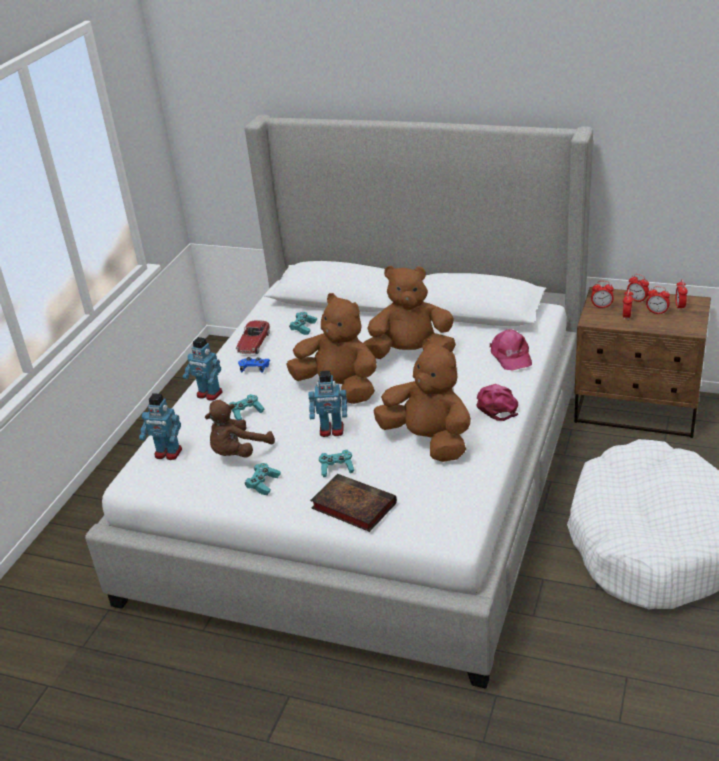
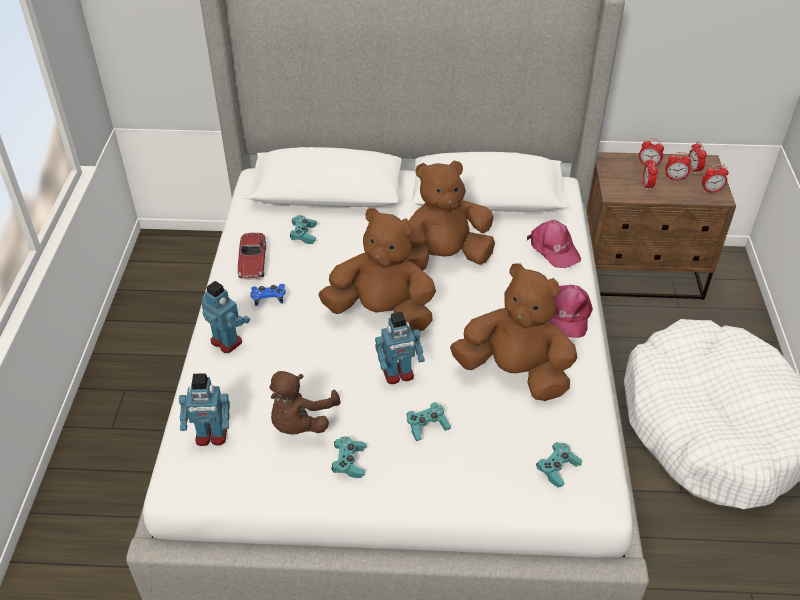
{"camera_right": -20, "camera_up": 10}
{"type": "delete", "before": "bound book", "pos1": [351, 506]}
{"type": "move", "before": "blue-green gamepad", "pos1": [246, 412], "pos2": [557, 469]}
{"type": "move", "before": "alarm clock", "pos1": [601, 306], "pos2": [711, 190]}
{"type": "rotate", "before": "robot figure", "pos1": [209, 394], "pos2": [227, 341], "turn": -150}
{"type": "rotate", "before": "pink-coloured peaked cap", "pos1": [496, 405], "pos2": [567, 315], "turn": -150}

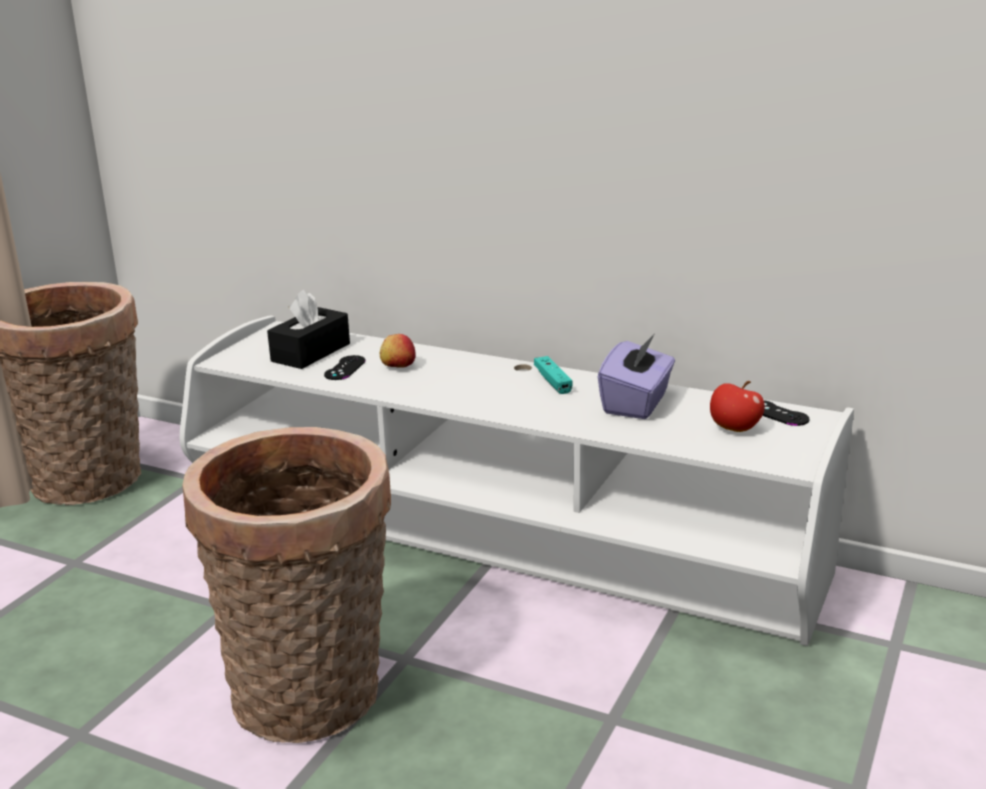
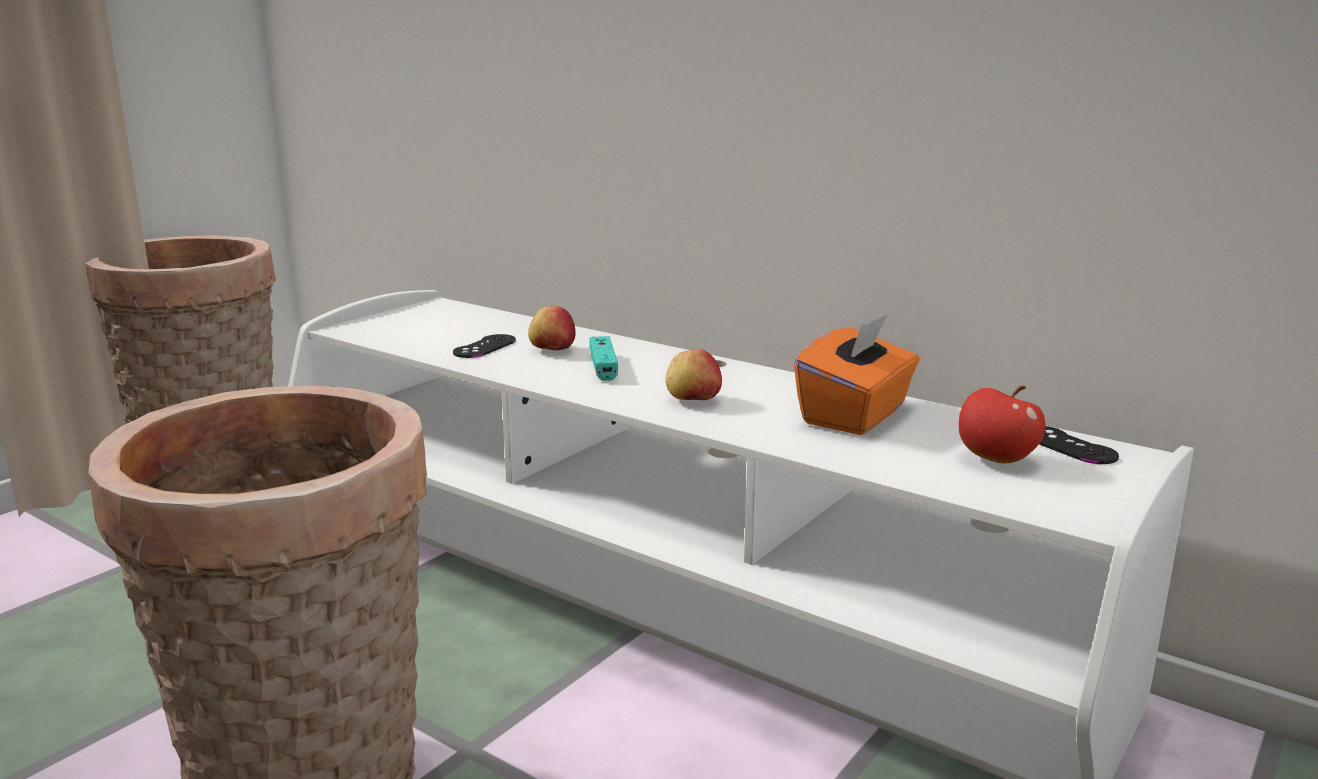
{"camera_right": 10, "camera_up": -5}
{"type": "delete", "before": "blackish tissue box", "pos1": [311, 352]}
{"type": "insert", "after": "apple", "pos2": [693, 400]}
{"type": "move", "before": "blue-green gamepad", "pos1": [552, 381], "pos2": [603, 367]}
{"type": "recolor", "before": "purple tissue box", "after": "orangey tissue box", "pos1": [636, 403], "pos2": [856, 415]}

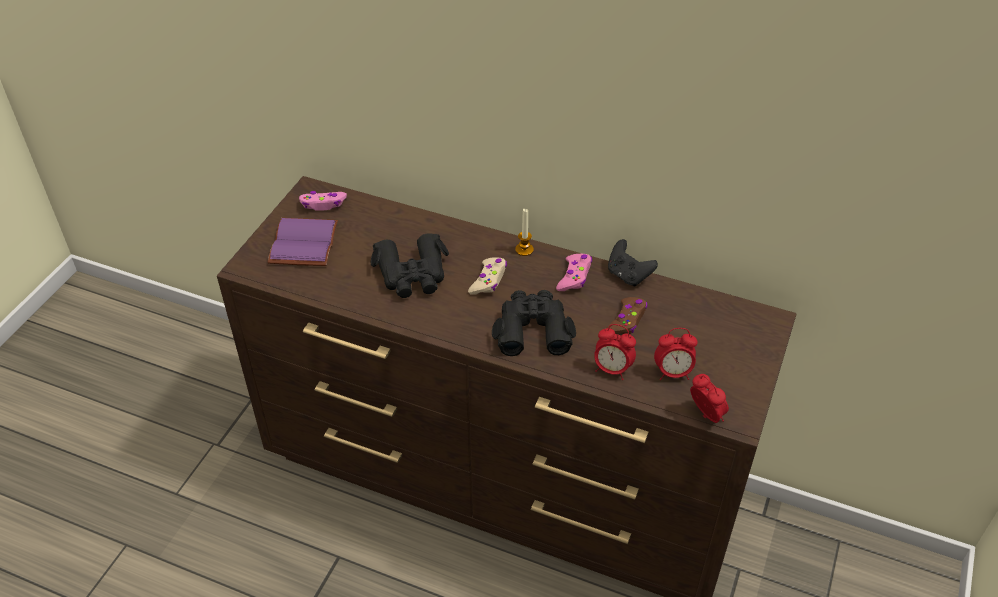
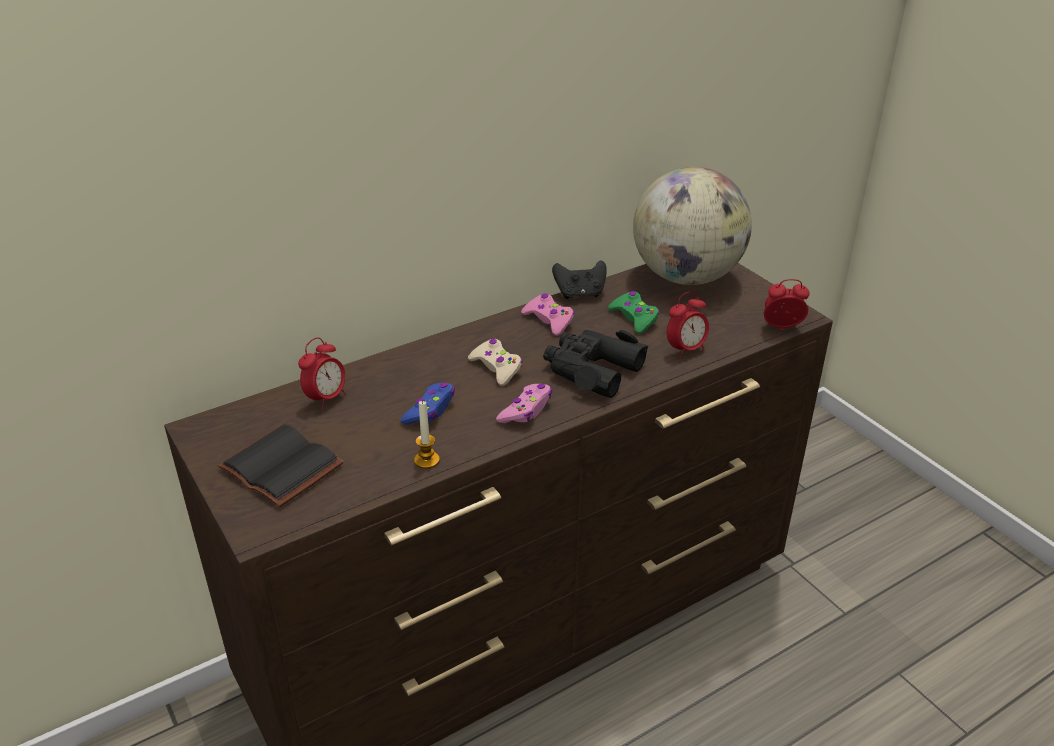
{"camera_right": -55, "camera_up": -10}
{"type": "insert", "after": "desk globe", "pos2": [686, 277]}
{"type": "move", "before": "pink-coloured gamepad", "pos1": [323, 204], "pos2": [526, 410]}
{"type": "move", "before": "candle", "pos1": [524, 250], "pos2": [426, 460]}
{"type": "move", "before": "alarm clock", "pos1": [673, 373], "pos2": [326, 398]}
{"type": "replace", "before": "blackish binoculars", "after": "blue-coloured gamepad", "pos1": [412, 274], "pos2": [430, 410]}
{"type": "recolor", "before": "purple bound book", "after": "blackish bound book", "pos1": [302, 242], "pos2": [278, 468]}
{"type": "recolor", "before": "brown gamepad", "after": "green gamepad", "pos1": [626, 321], "pos2": [634, 318]}

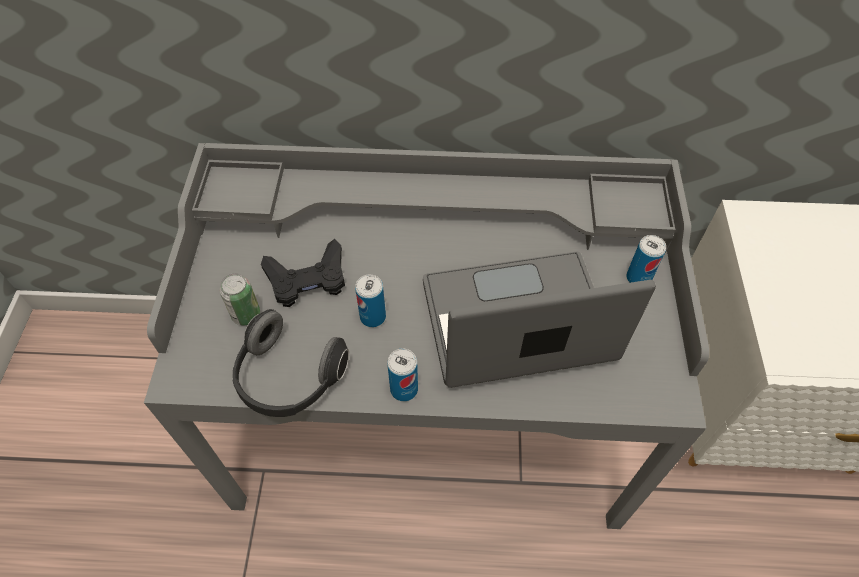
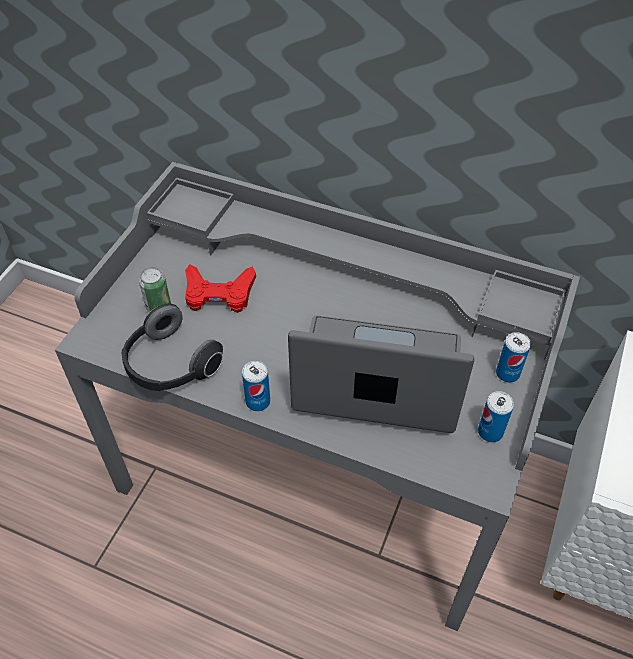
{"camera_right": 20, "camera_up": -5}
{"type": "move", "before": "can", "pos1": [373, 317], "pos2": [490, 432]}
{"type": "recolor", "before": "blackish gamepad", "after": "reddish gamepad", "pos1": [307, 279], "pos2": [219, 293]}

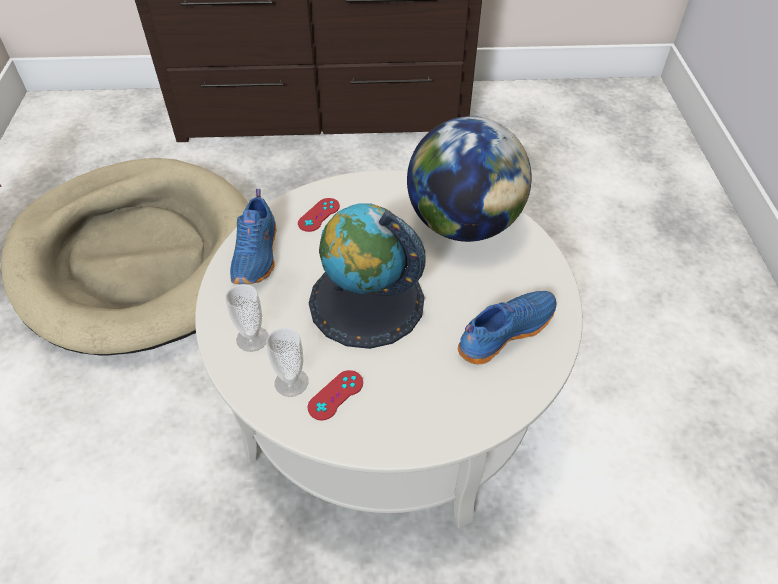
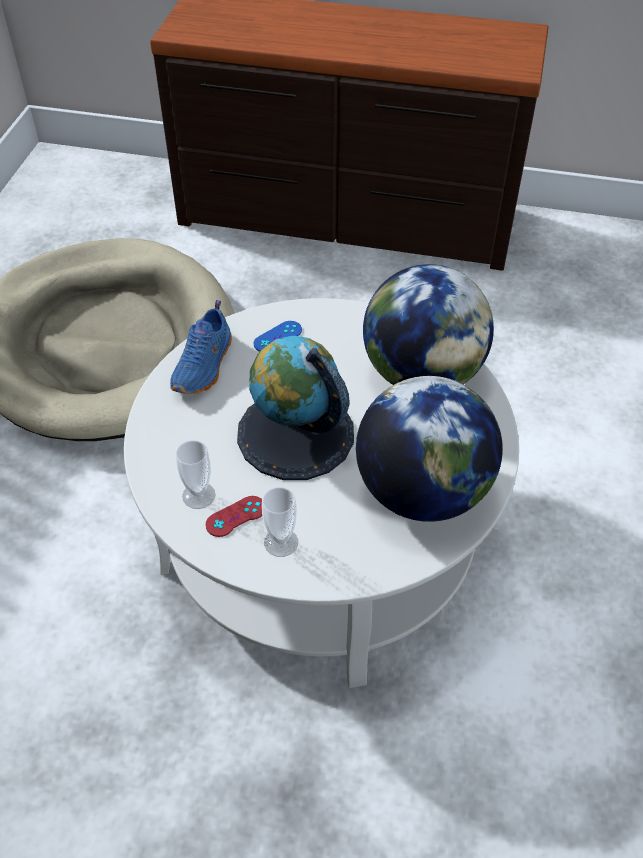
{"camera_right": 15, "camera_up": 0}
{"type": "move", "before": "drinking cup", "pos1": [252, 338], "pos2": [281, 542]}
{"type": "replace", "before": "blue-coloured shoe", "after": "desk globe", "pos1": [504, 331], "pos2": [422, 492]}
{"type": "recolor", "before": "reddish gamepad", "after": "blue-coloured gamepad", "pos1": [319, 215], "pos2": [278, 337]}

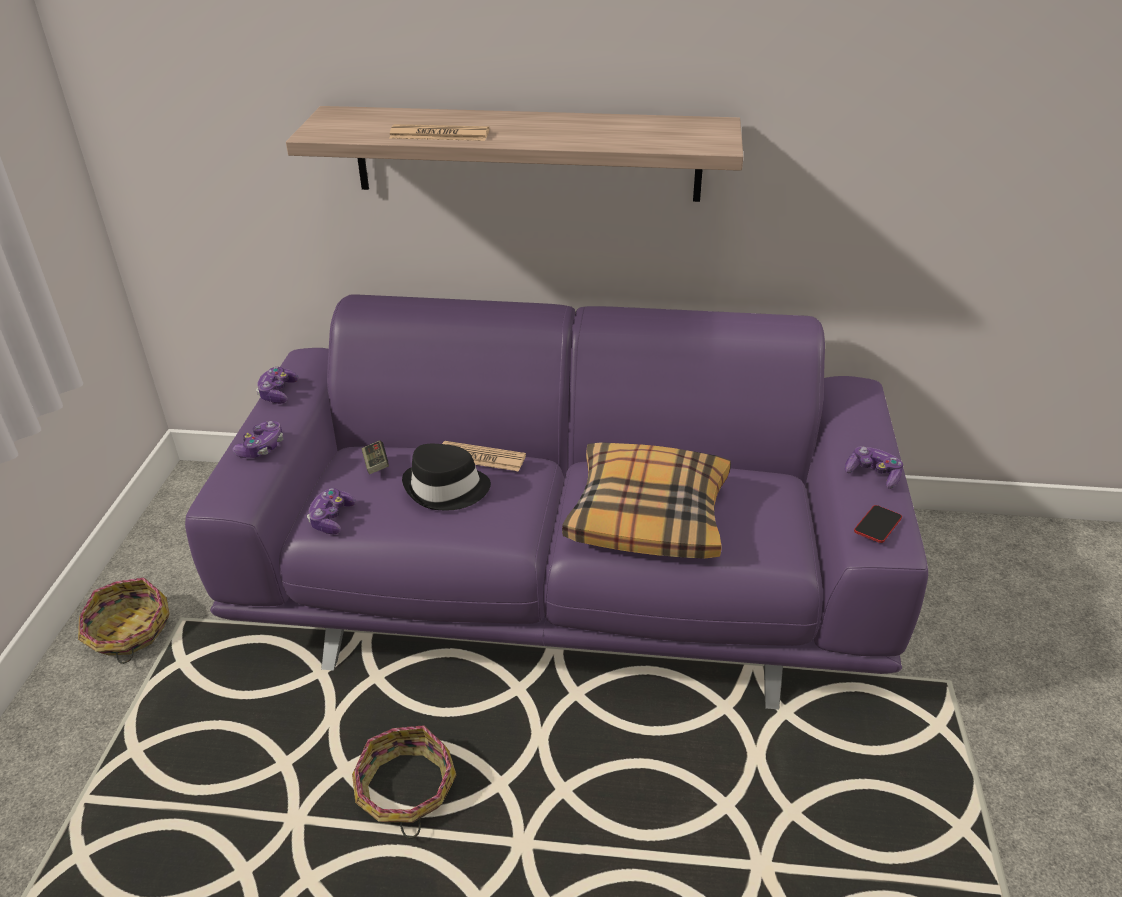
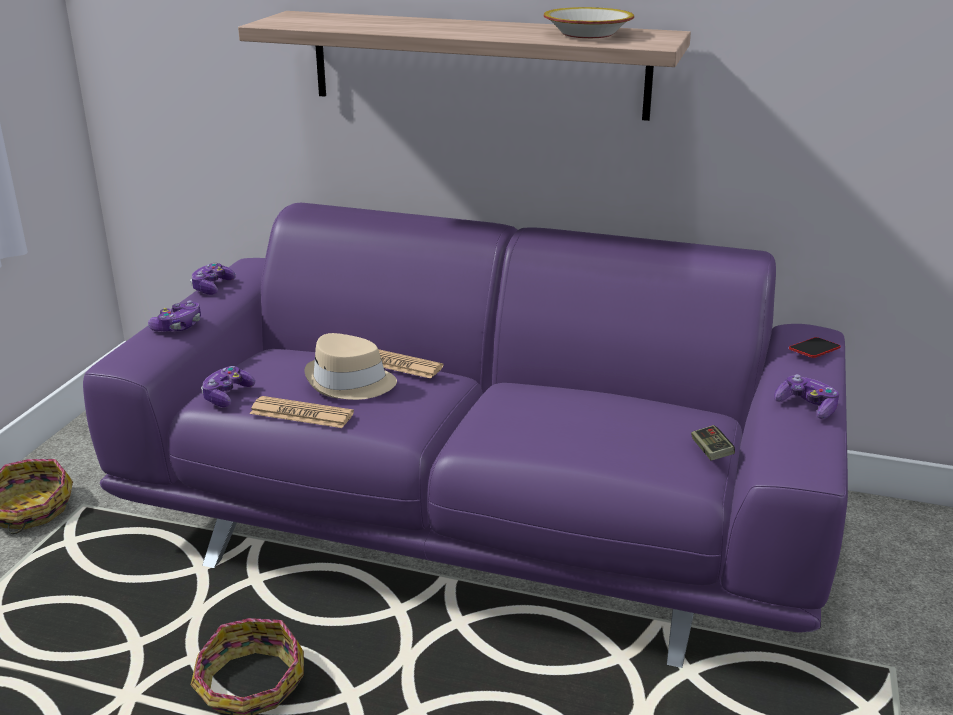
{"camera_right": 10, "camera_up": -10}
{"type": "delete", "before": "pillow", "pos1": [648, 514]}
{"type": "insert", "after": "deep dish", "pos2": [588, 34]}
{"type": "move", "before": "gamepad", "pos1": [376, 464], "pos2": [711, 452]}
{"type": "move", "before": "daily paper", "pos1": [439, 134], "pos2": [301, 414]}
{"type": "move", "before": "phone", "pos1": [877, 527], "pos2": [814, 351]}
{"type": "recolor", "before": "blackish hat", "after": "beige hat", "pos1": [446, 489], "pos2": [350, 383]}

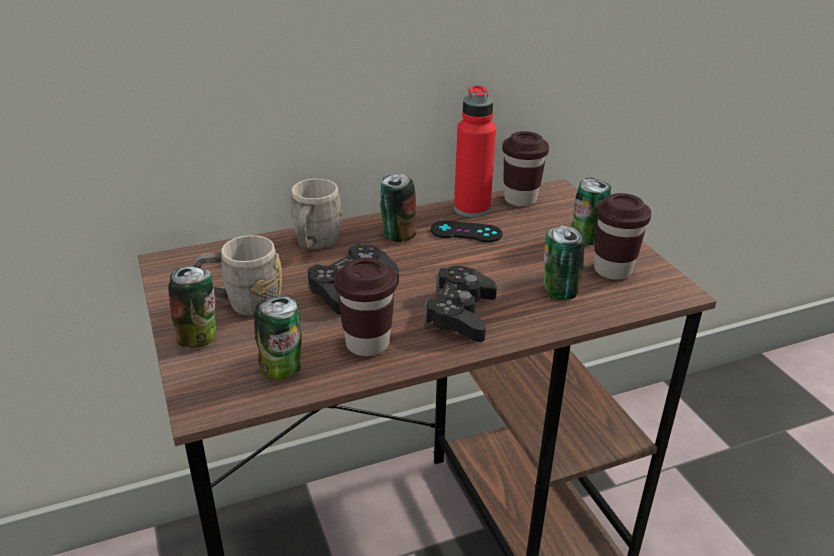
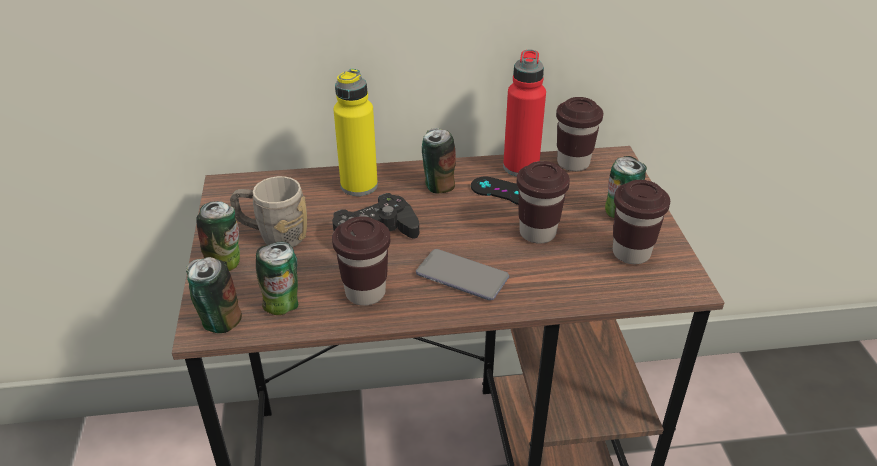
{"camera_right": 15, "camera_up": 5}
{"type": "insert", "after": "brown drinking cup", "pos2": [537, 233]}
{"type": "move", "before": "can", "pos1": [559, 292], "pos2": [219, 322]}
{"type": "replace", "before": "gray coffee mug", "after": "yellow-coloured bottle", "pos1": [315, 245], "pos2": [359, 186]}
{"type": "replace", "before": "blackish gamepad", "after": "phone", "pos1": [460, 313], "pos2": [462, 276]}

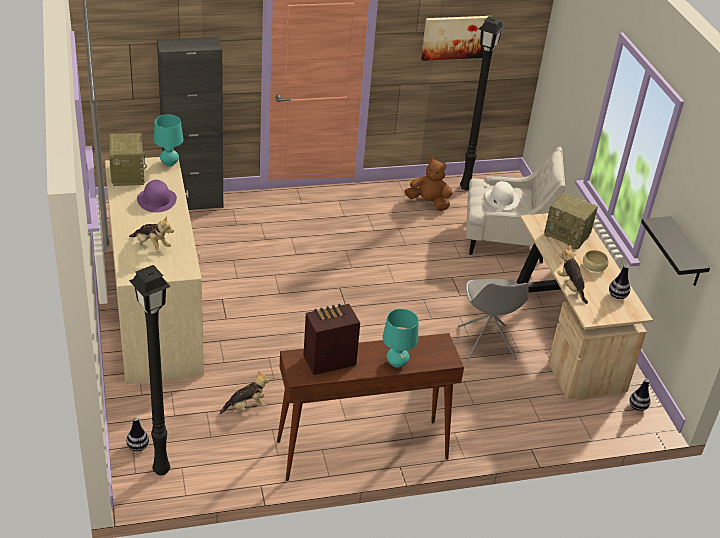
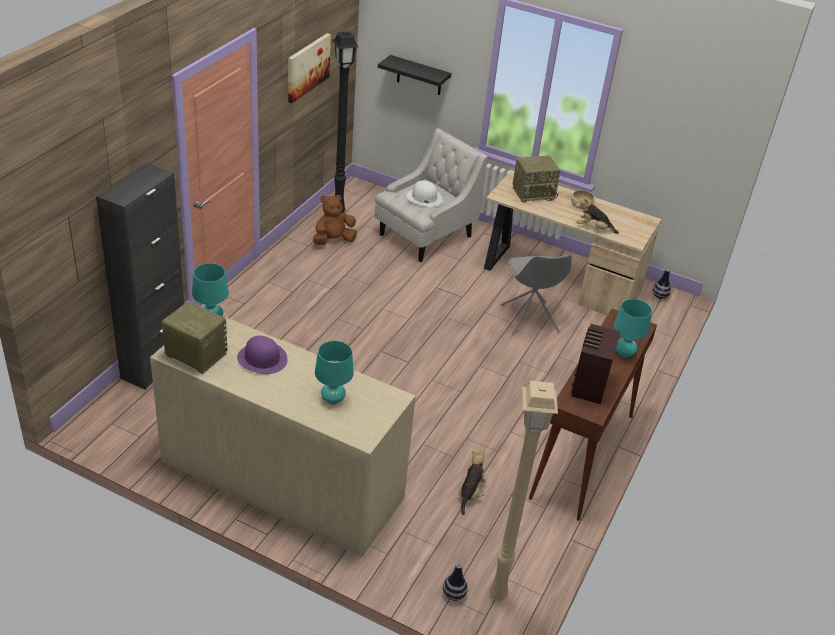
{"camera_right": -50, "camera_up": 0}
{"type": "delete", "before": "flower vase", "pos1": [617, 296]}
{"type": "move", "before": "blackish shelf", "pos1": [686, 254], "pos2": [419, 76]}
{"type": "replace", "before": "soft toy", "after": "blue-green tabletop lamp", "pos1": [152, 246], "pos2": [333, 400]}
{"type": "recolor", "before": "blackish standing lamp", "after": "beige standing lamp", "pos1": [160, 470], "pos2": [496, 595]}
{"type": "rotate", "before": "gray upright chair", "pos1": [486, 344], "pos2": [529, 319], "turn": 45}

